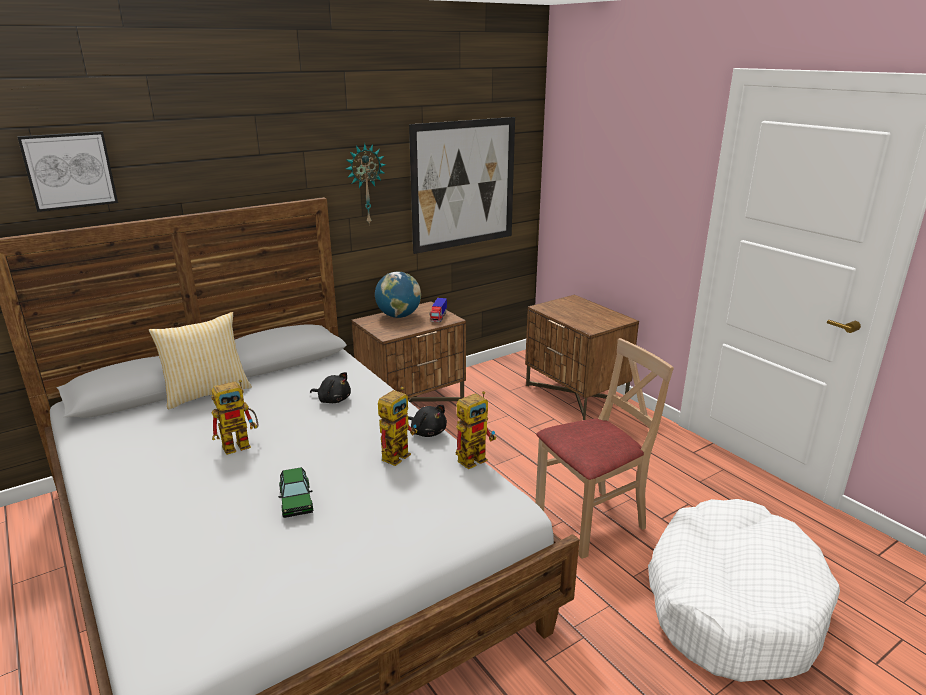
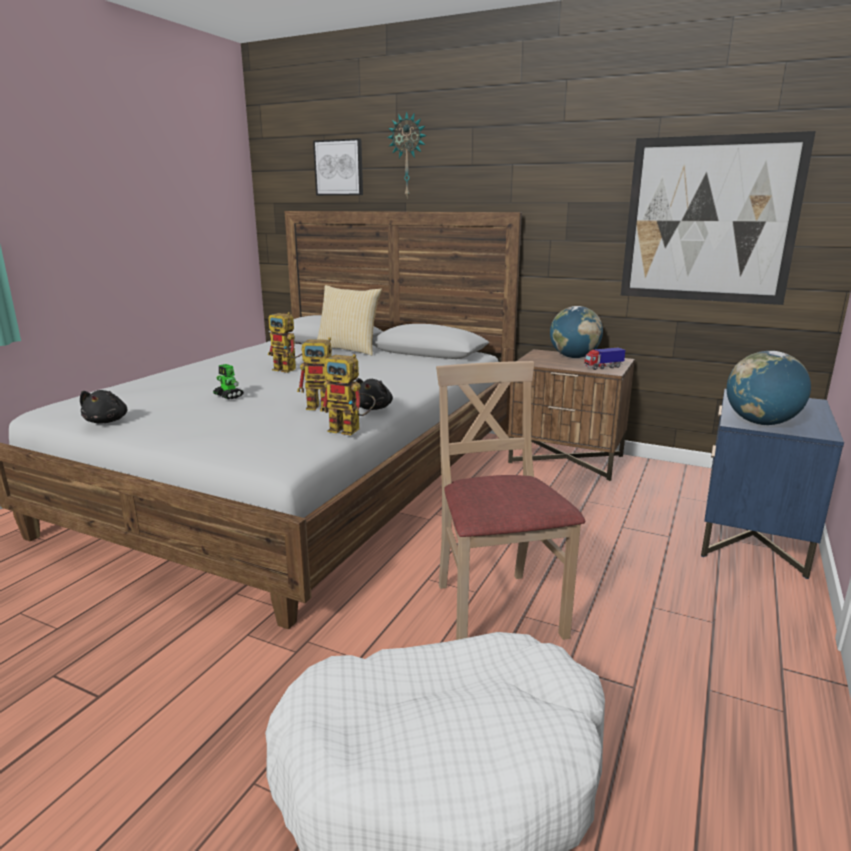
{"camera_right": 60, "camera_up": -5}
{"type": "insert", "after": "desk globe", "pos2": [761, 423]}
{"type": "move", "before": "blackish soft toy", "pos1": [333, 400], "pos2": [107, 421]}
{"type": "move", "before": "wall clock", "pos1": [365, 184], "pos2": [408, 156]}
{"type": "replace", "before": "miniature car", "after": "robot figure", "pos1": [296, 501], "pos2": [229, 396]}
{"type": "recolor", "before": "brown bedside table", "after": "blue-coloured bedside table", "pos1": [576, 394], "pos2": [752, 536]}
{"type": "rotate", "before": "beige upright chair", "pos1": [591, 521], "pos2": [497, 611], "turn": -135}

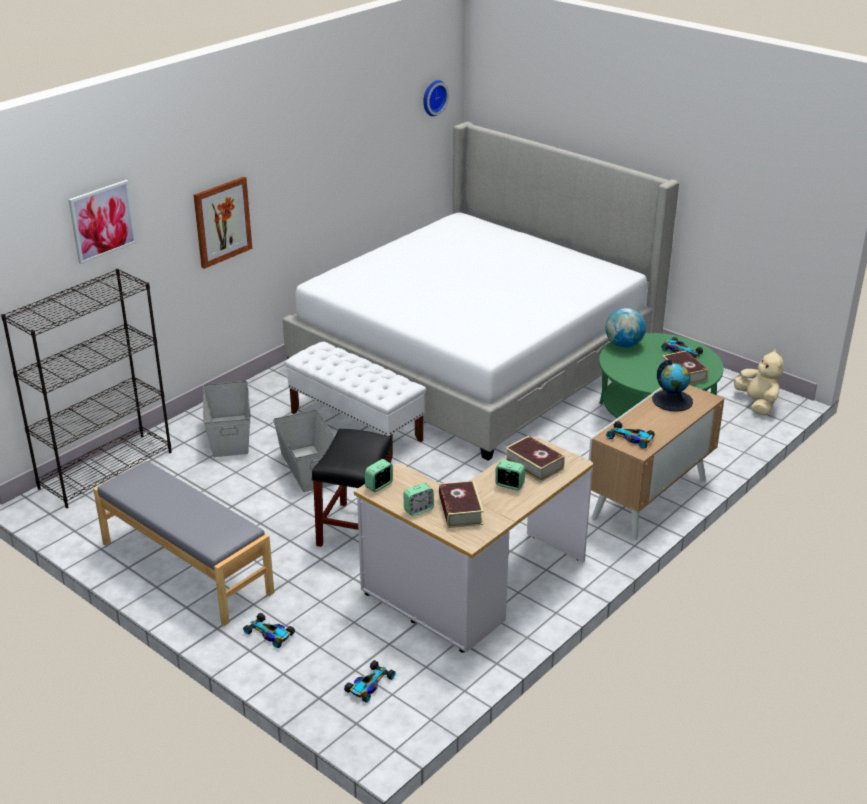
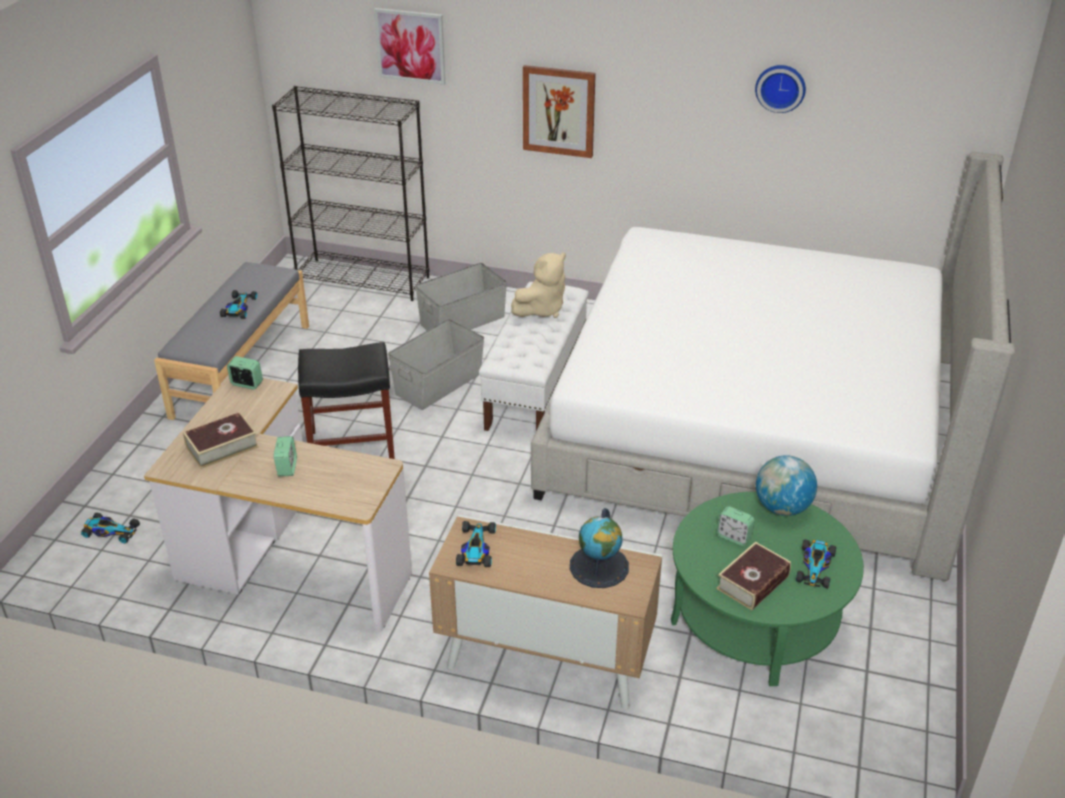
{"camera_right": 65, "camera_up": 5}
{"type": "delete", "before": "bound book", "pos1": [534, 464]}
{"type": "move", "before": "miniature car", "pos1": [270, 634], "pos2": [239, 308]}
{"type": "move", "before": "alarm clock", "pos1": [418, 509], "pos2": [733, 537]}
{"type": "move", "before": "wall clock", "pos1": [433, 97], "pos2": [780, 87]}
{"type": "move", "before": "beige soft toy", "pos1": [757, 404], "pos2": [541, 310]}

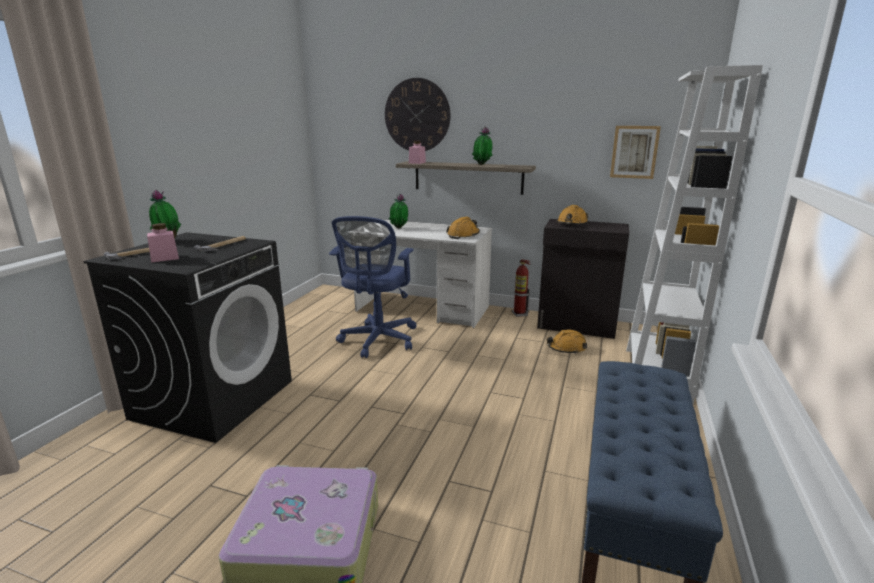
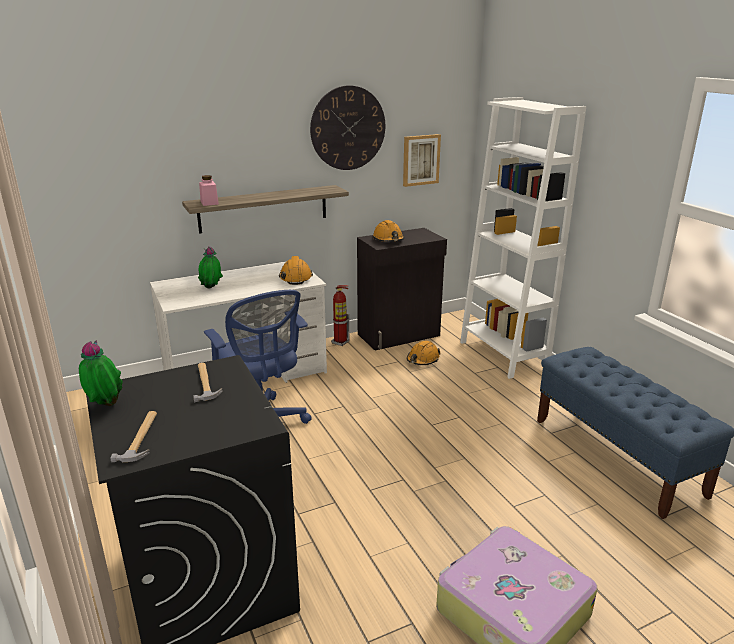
{"camera_right": -45, "camera_up": 5}
{"type": "delete", "before": "pink-coloured preserve jar", "pos1": [165, 258]}
{"type": "delete", "before": "potted plant", "pos1": [482, 165]}
{"type": "move", "before": "wall clock", "pos1": [417, 115], "pos2": [348, 128]}

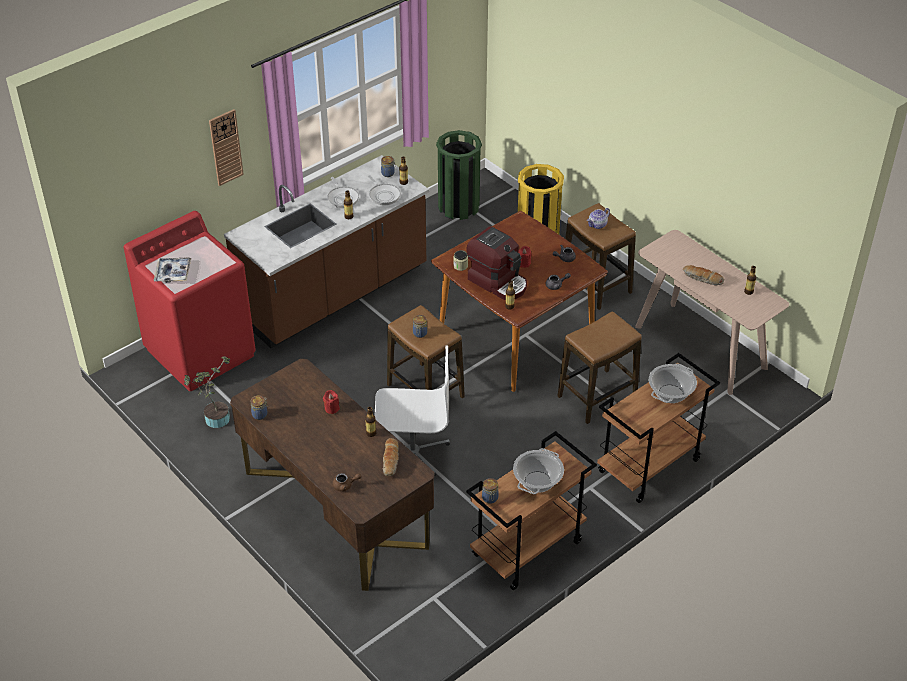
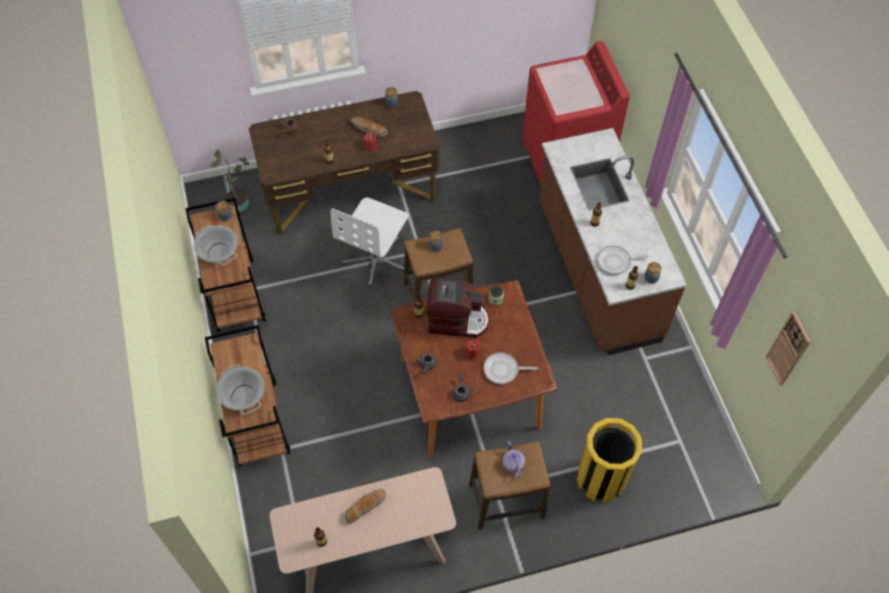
{"camera_right": 115, "camera_up": 15}
{"type": "delete", "before": "serving tray", "pos1": [173, 273]}
{"type": "delete", "before": "green trash can", "pos1": [458, 206]}
{"type": "delete", "before": "stool", "pos1": [597, 397]}
{"type": "move", "before": "potted plant", "pos1": [214, 418], "pos2": [240, 201]}
{"type": "move", "before": "wall clock", "pos1": [225, 147], "pos2": [788, 349]}
{"type": "move", "before": "skillet", "pos1": [342, 198], "pos2": [503, 370]}
{"type": "move", "before": "bakery bread", "pos1": [391, 461], "pos2": [368, 129]}
{"type": "rotate", "before": "coffee maker", "pos1": [498, 282], "pos2": [457, 320], "turn": -150}

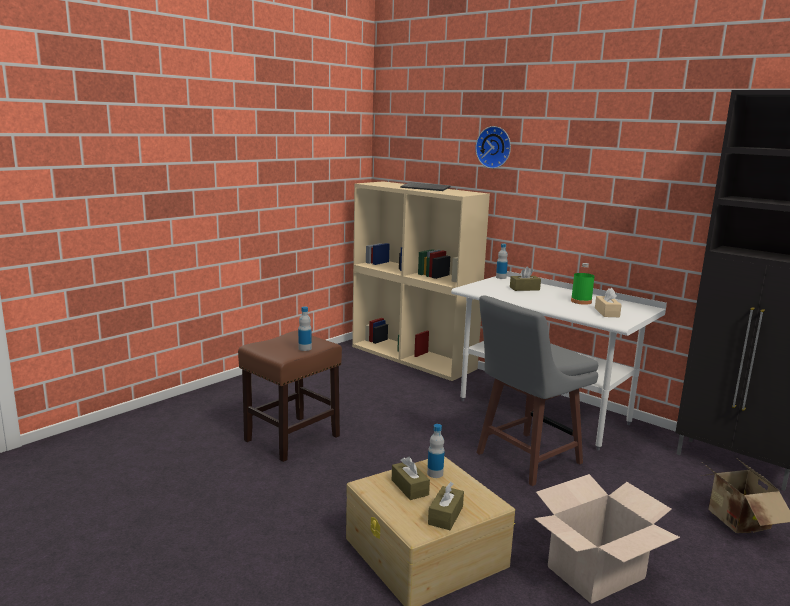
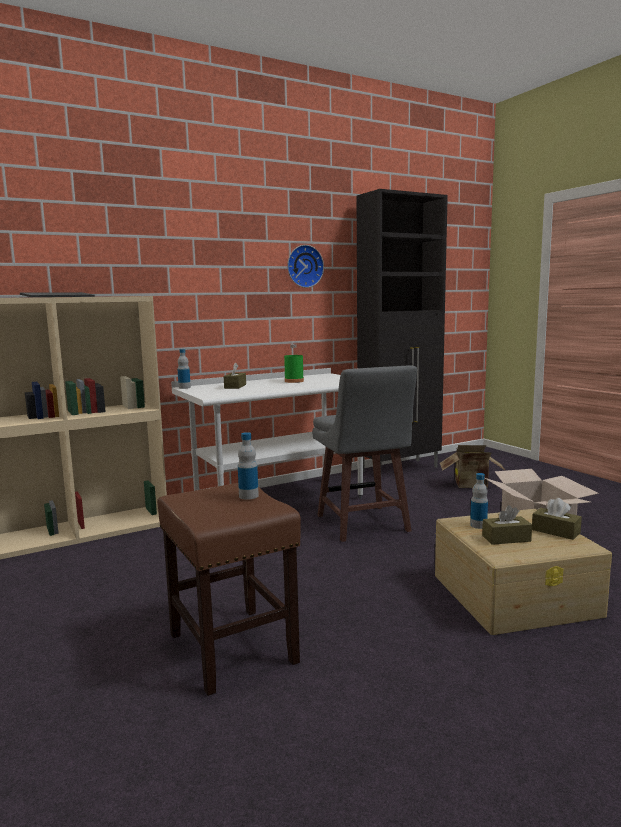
{"camera_right": -70, "camera_up": -5}
{"type": "delete", "before": "beige tissue box", "pos1": [607, 312]}
{"type": "move", "before": "wall clock", "pos1": [494, 147], "pos2": [304, 266]}

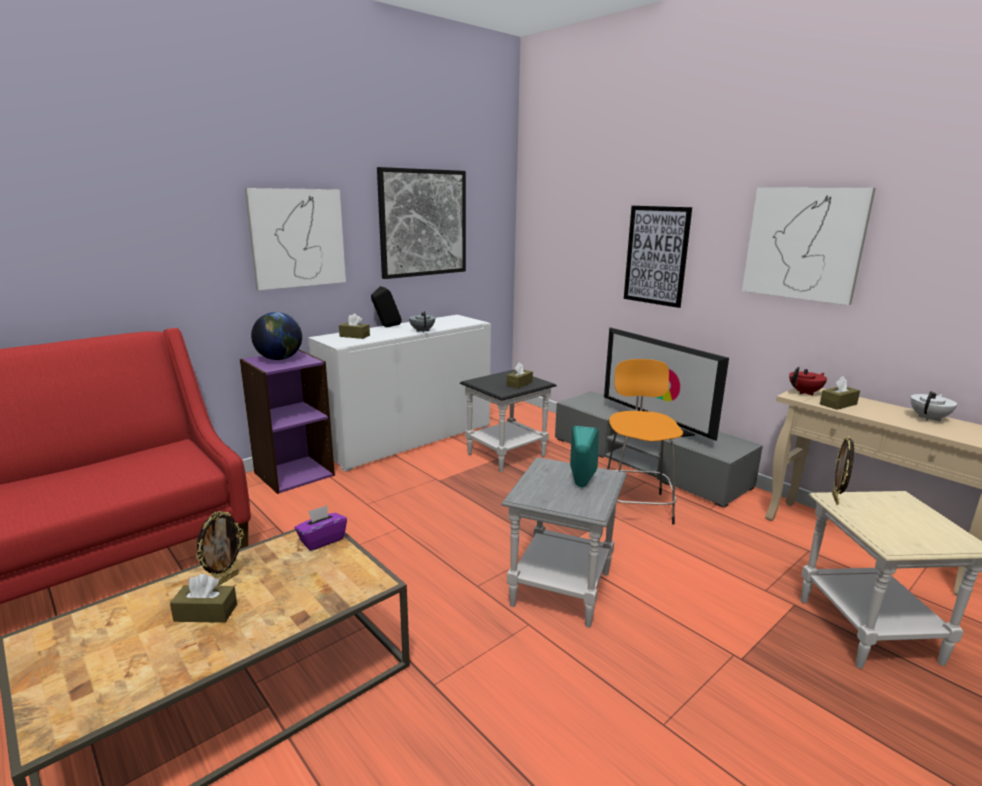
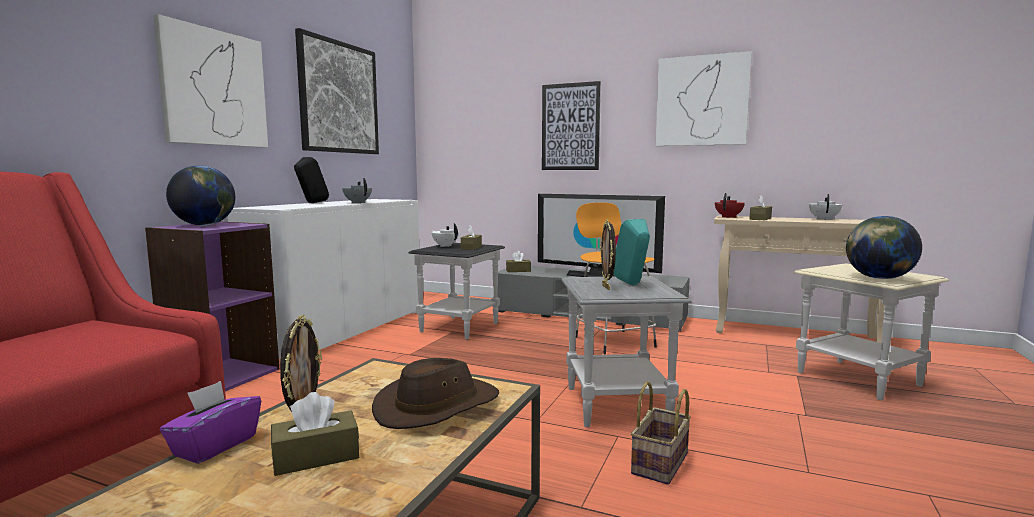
{"camera_right": -25, "camera_up": -10}
{"type": "insert", "after": "brown hat", "pos2": [437, 406]}
{"type": "insert", "after": "white tea pot", "pos2": [445, 246]}
{"type": "insert", "after": "storage basket", "pos2": [661, 464]}
{"type": "insert", "after": "desk globe", "pos2": [879, 278]}
{"type": "move", "before": "purple tissue box", "pos1": [322, 540], "pos2": [214, 446]}
{"type": "move", "before": "brown tissue box", "pos1": [354, 336], "pos2": [518, 271]}
{"type": "move", "before": "photo frame", "pos1": [836, 499], "pos2": [607, 287]}

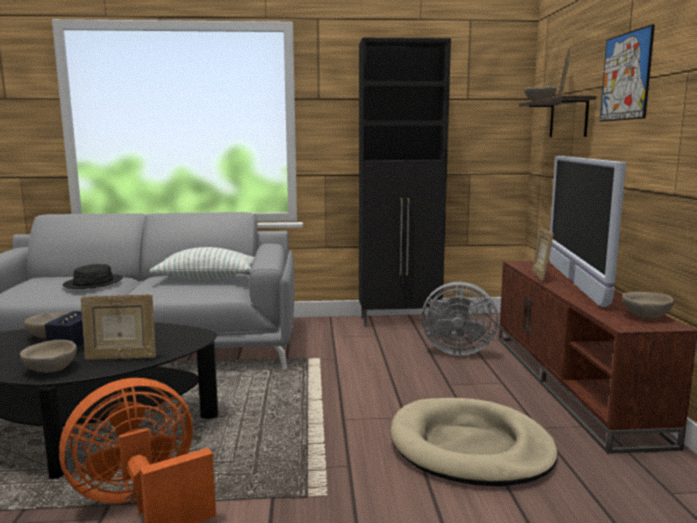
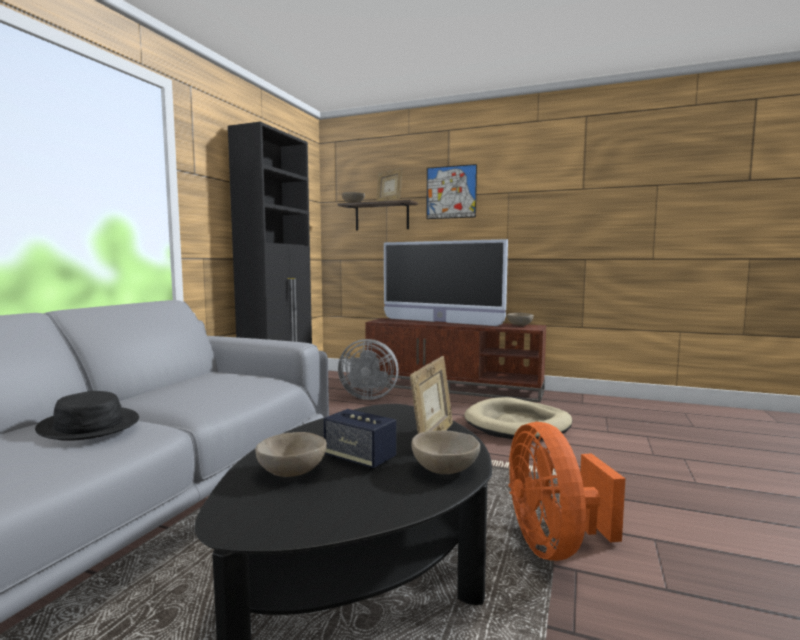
{"camera_right": -65, "camera_up": -5}
{"type": "delete", "before": "pillow", "pos1": [207, 278]}
{"type": "delete", "before": "photo frame", "pos1": [540, 276]}
{"type": "rotate", "before": "gray electric fan", "pos1": [455, 351], "pos2": [367, 397], "turn": 60}

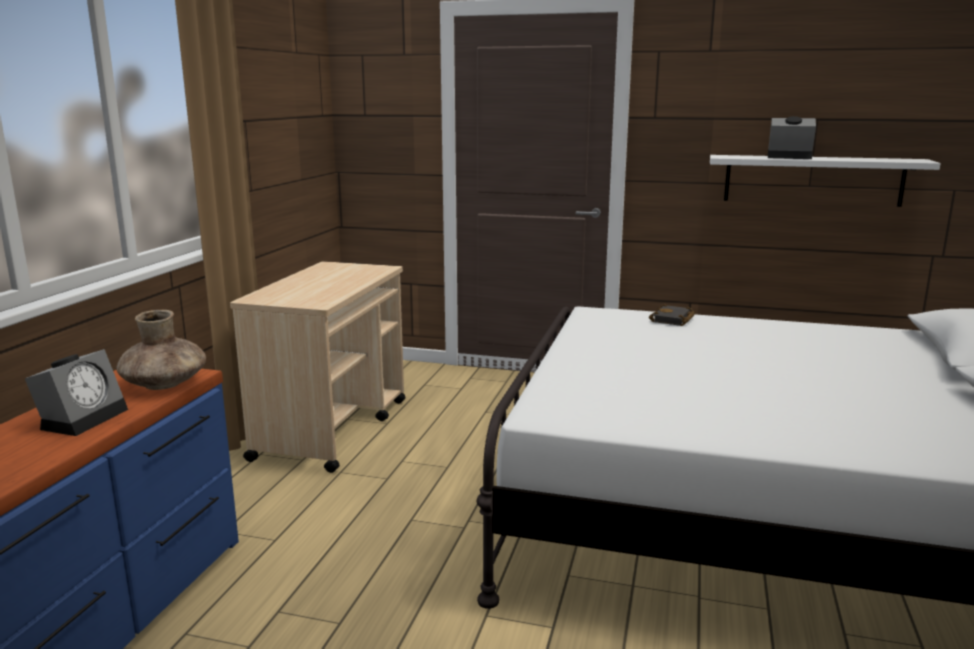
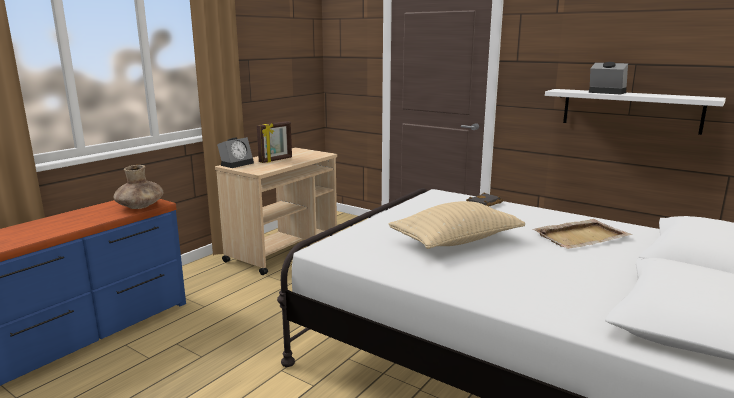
{"camera_right": 20, "camera_up": 0}
{"type": "insert", "after": "photo frame", "pos2": [276, 160]}
{"type": "insert", "after": "beige pillow", "pos2": [456, 241]}
{"type": "insert", "after": "beige serving tray", "pos2": [581, 236]}
{"type": "move", "before": "alarm clock", "pos1": [84, 417], "pos2": [237, 164]}

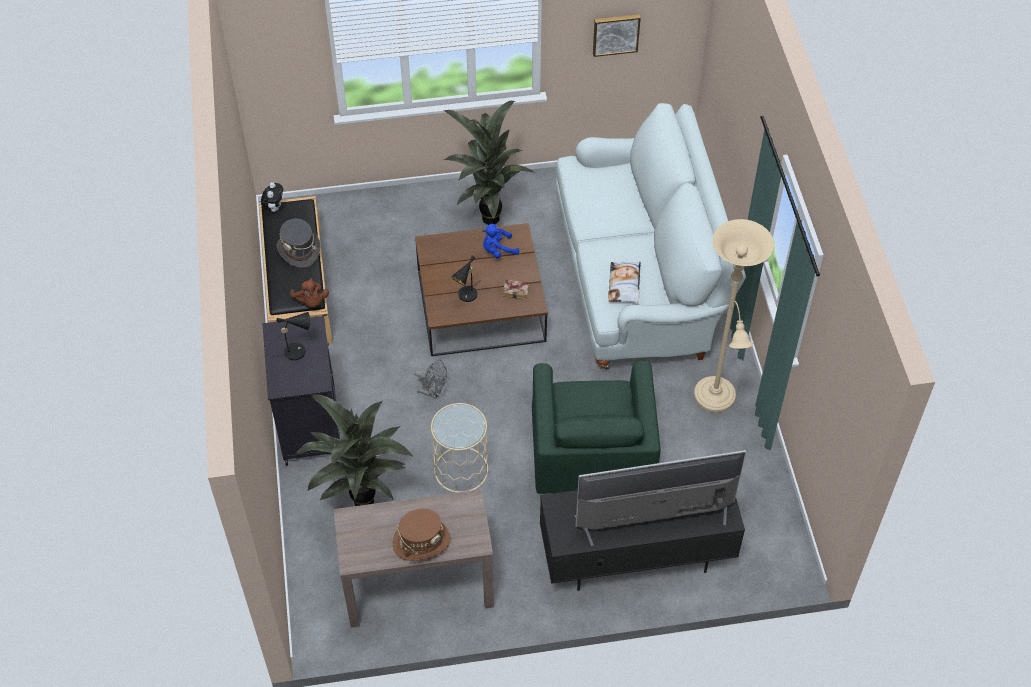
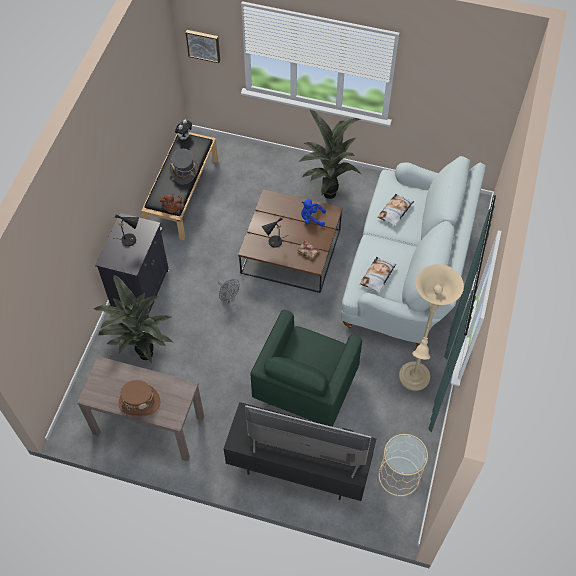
{"camera_right": 25, "camera_up": 5}
{"type": "insert", "after": "pillow", "pos2": [395, 212]}
{"type": "move", "before": "beige end table", "pos1": [461, 470], "pos2": [399, 476]}
{"type": "move", "before": "wall art", "pos1": [615, 33], "pos2": [203, 45]}

